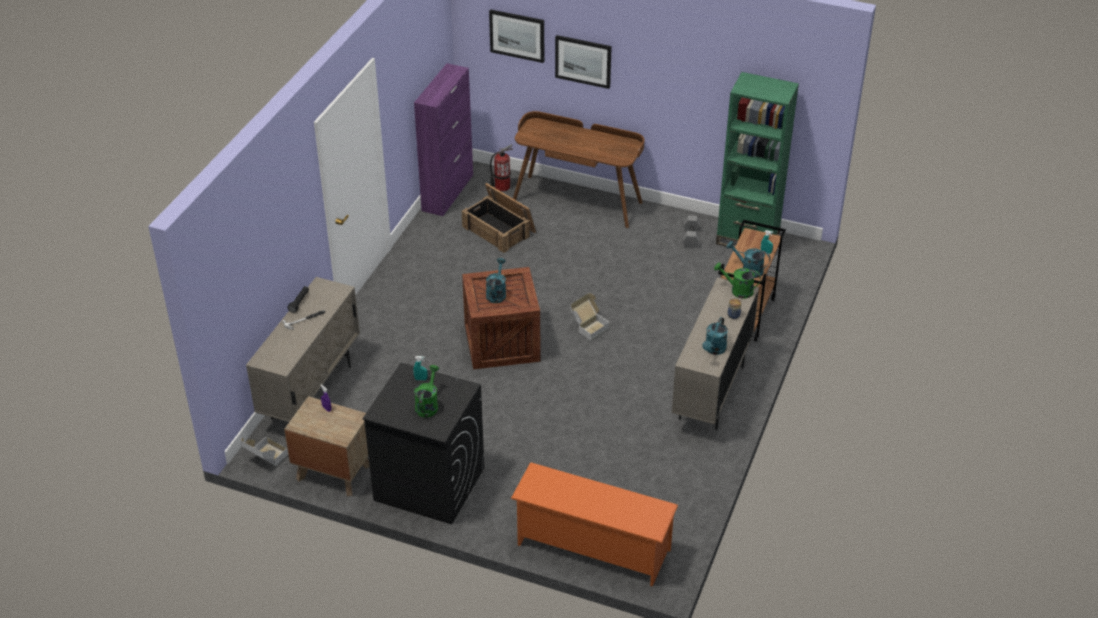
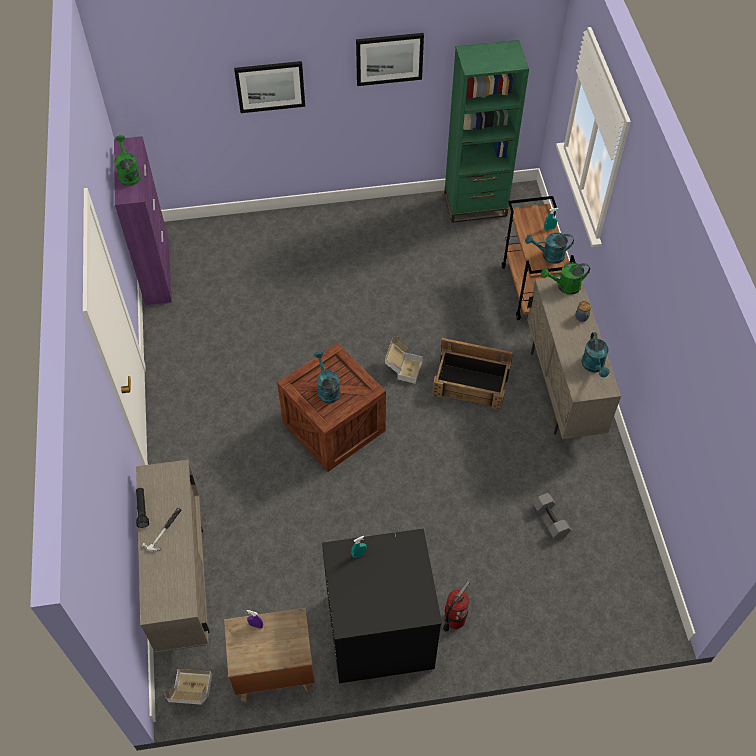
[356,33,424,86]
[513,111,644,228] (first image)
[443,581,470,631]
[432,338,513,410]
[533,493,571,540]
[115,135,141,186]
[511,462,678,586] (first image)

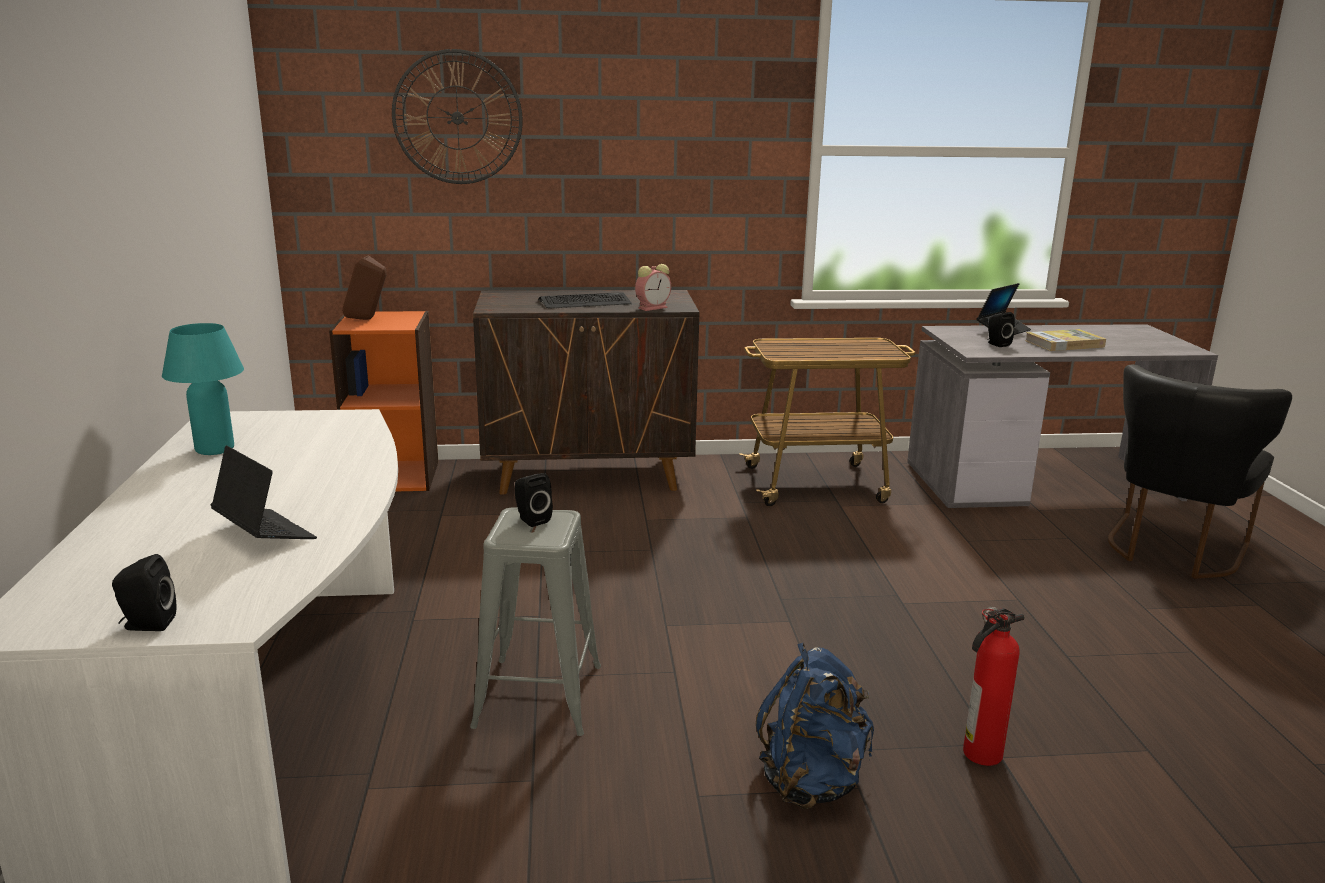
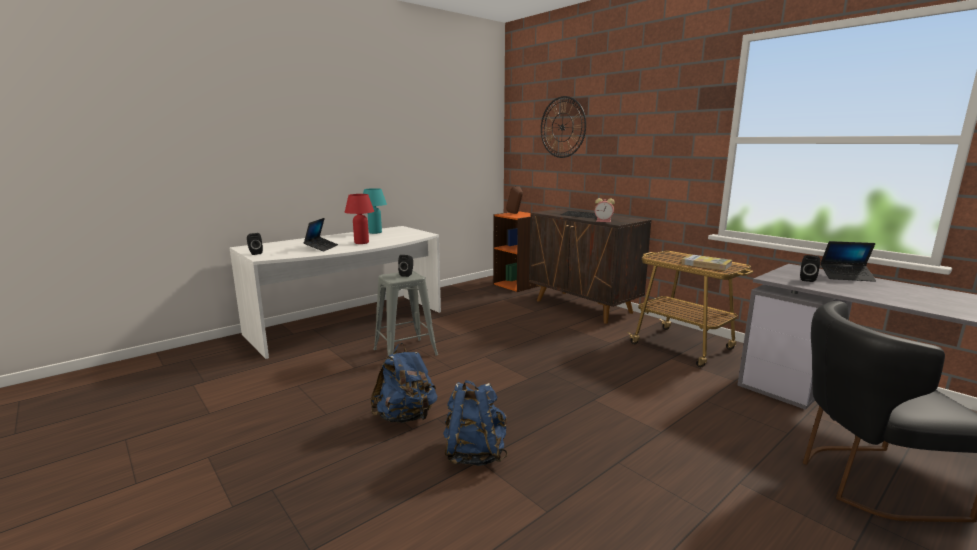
[681,254,732,271]
[443,380,507,466]
[345,194,374,244]

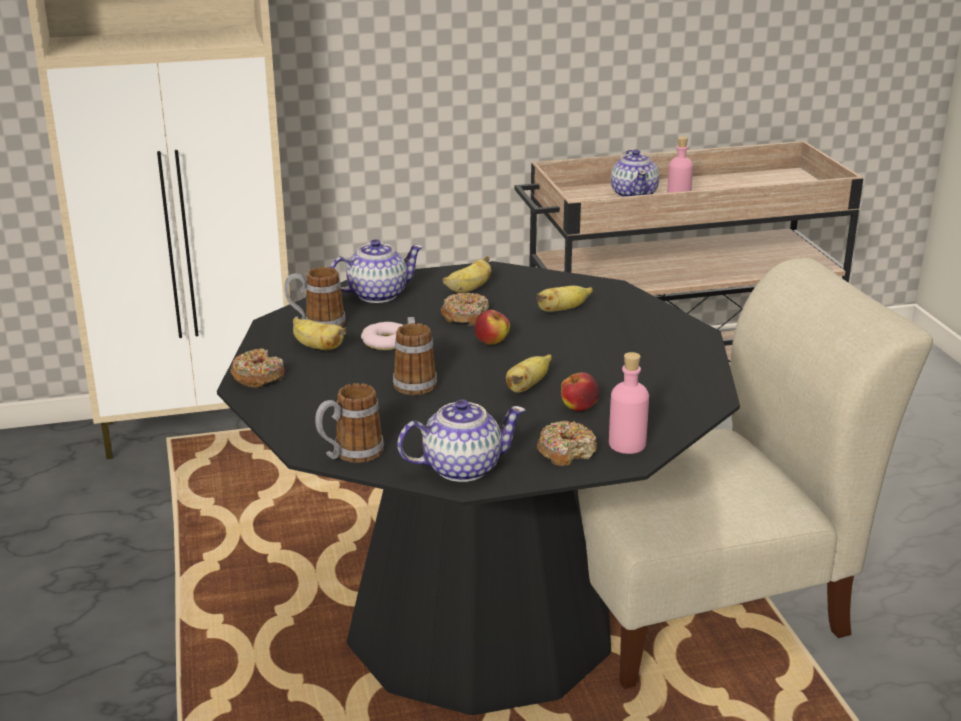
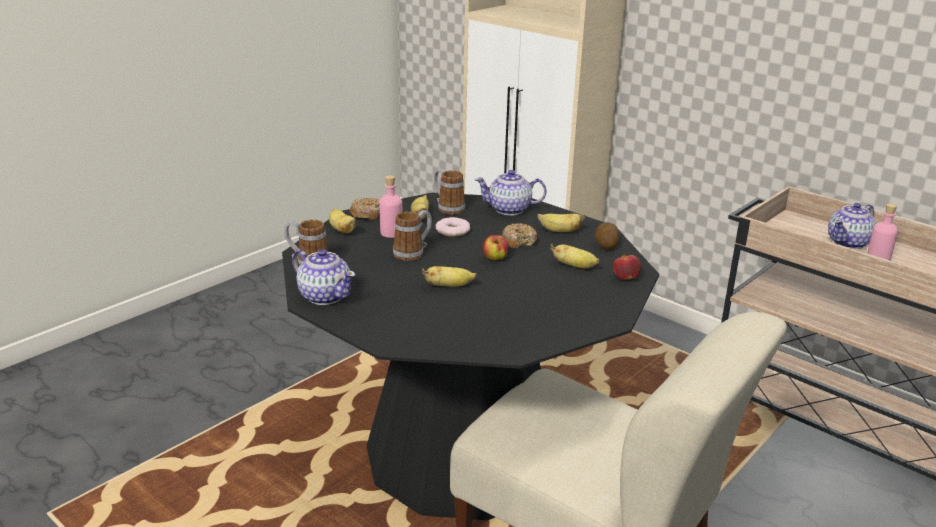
[475,170,547,215]
[379,175,403,238]
[613,253,641,280]
[537,421,597,466] (first image)
[329,208,357,233]
[595,222,619,249]

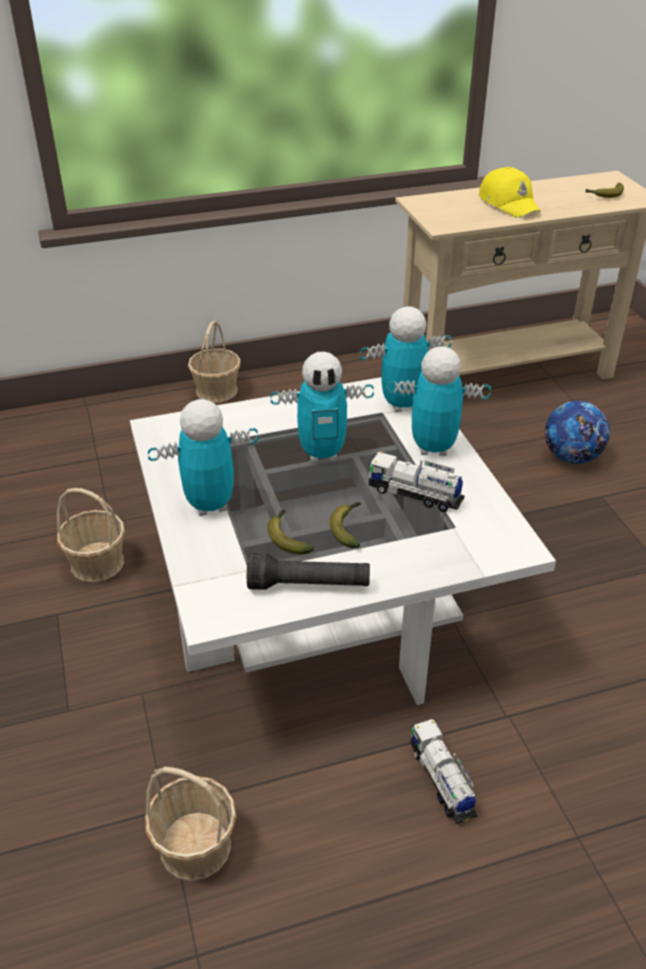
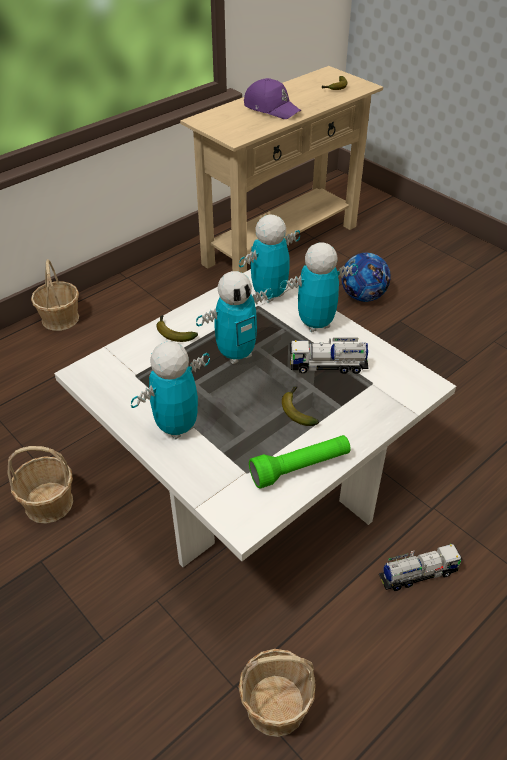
[244,78,301,119]
[156,315,198,342]
[249,435,351,489]
[379,544,463,591]

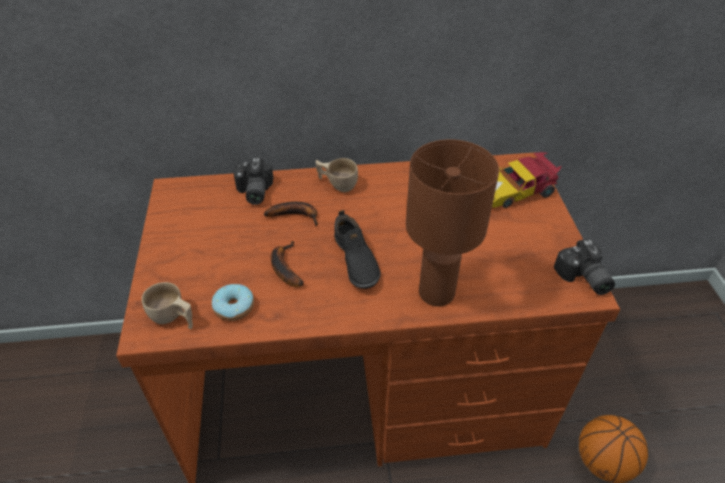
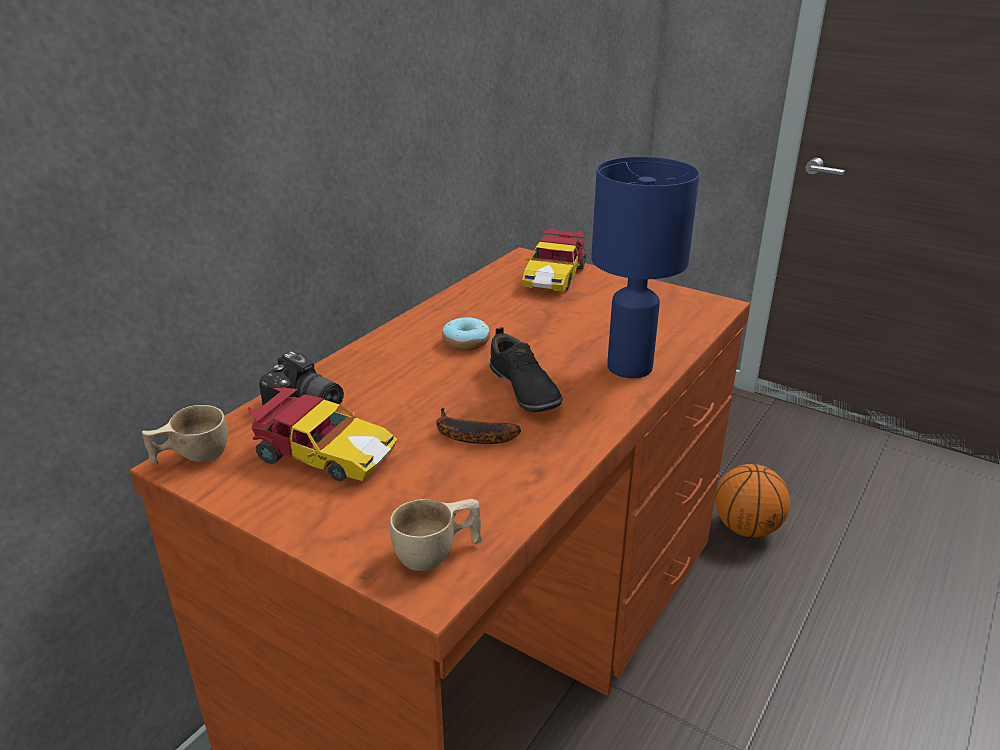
[591,157,700,378]
[142,405,228,464]
[264,202,318,226] (first image)
[490,327,563,412]
[554,239,615,295] (first image)
[442,317,490,351]
[248,388,397,482]

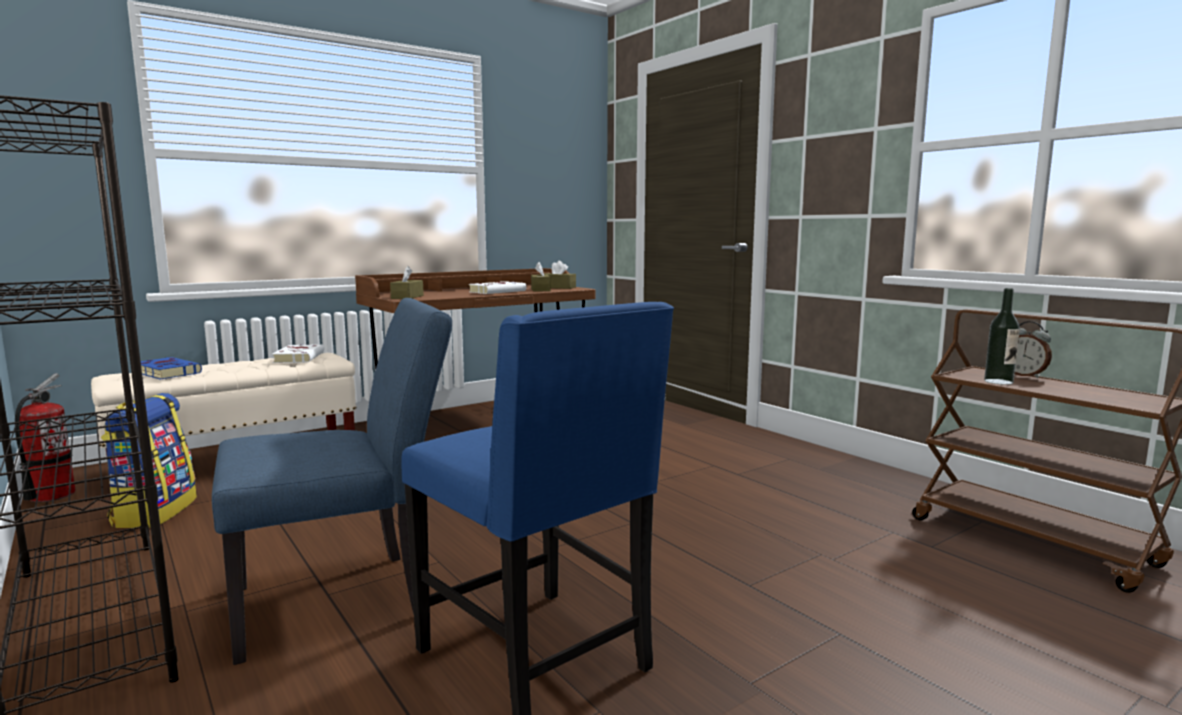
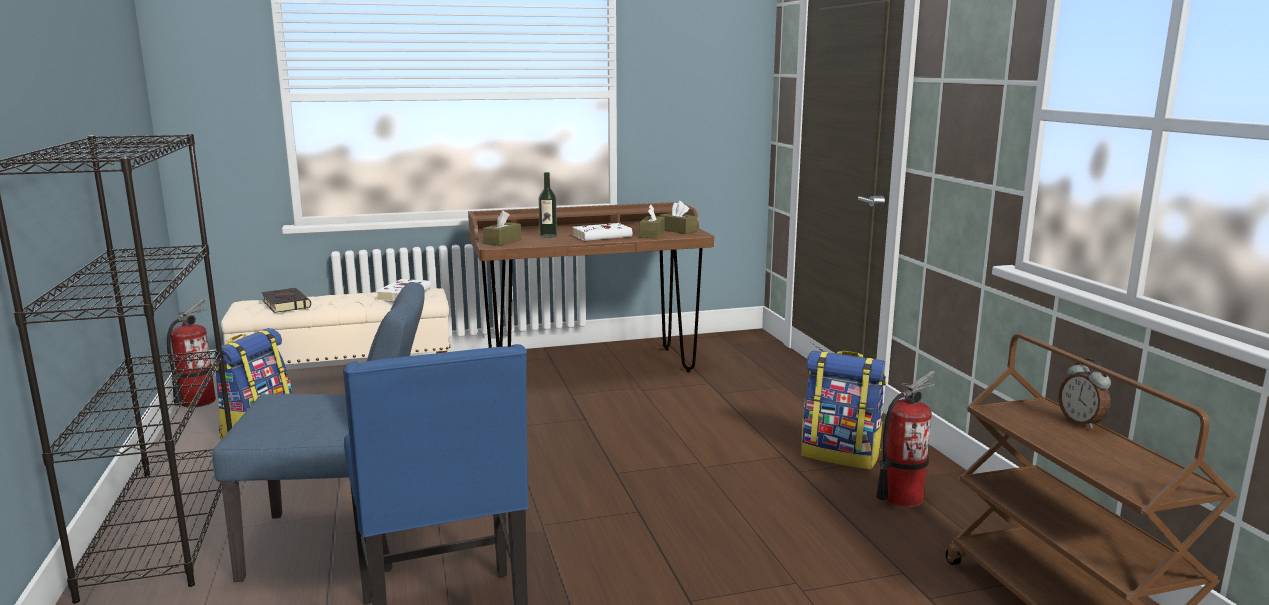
[539,172,557,238]
[262,288,311,313]
[801,350,886,469]
[876,371,936,507]

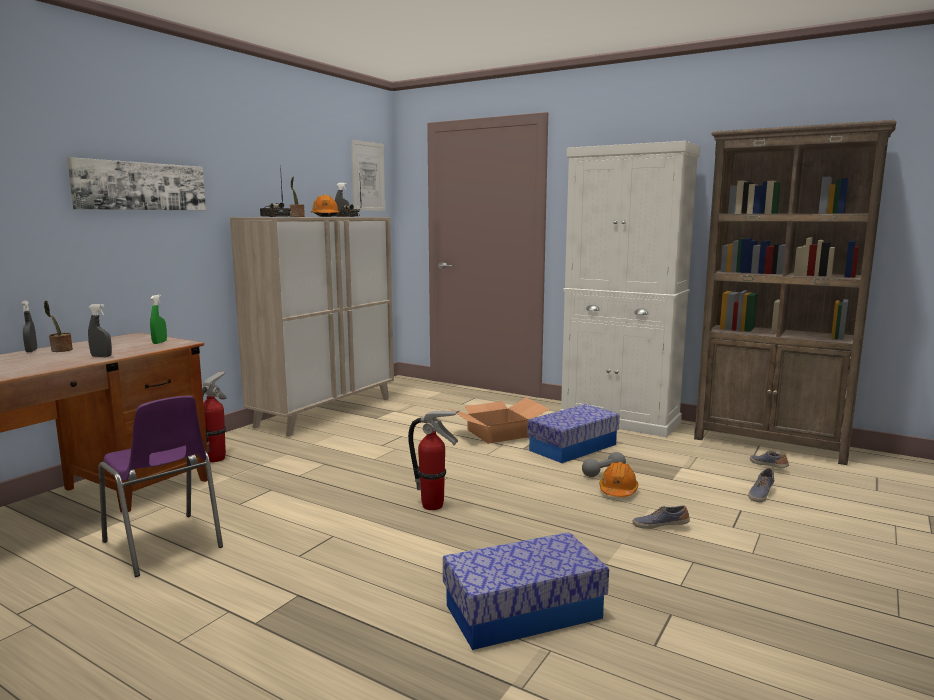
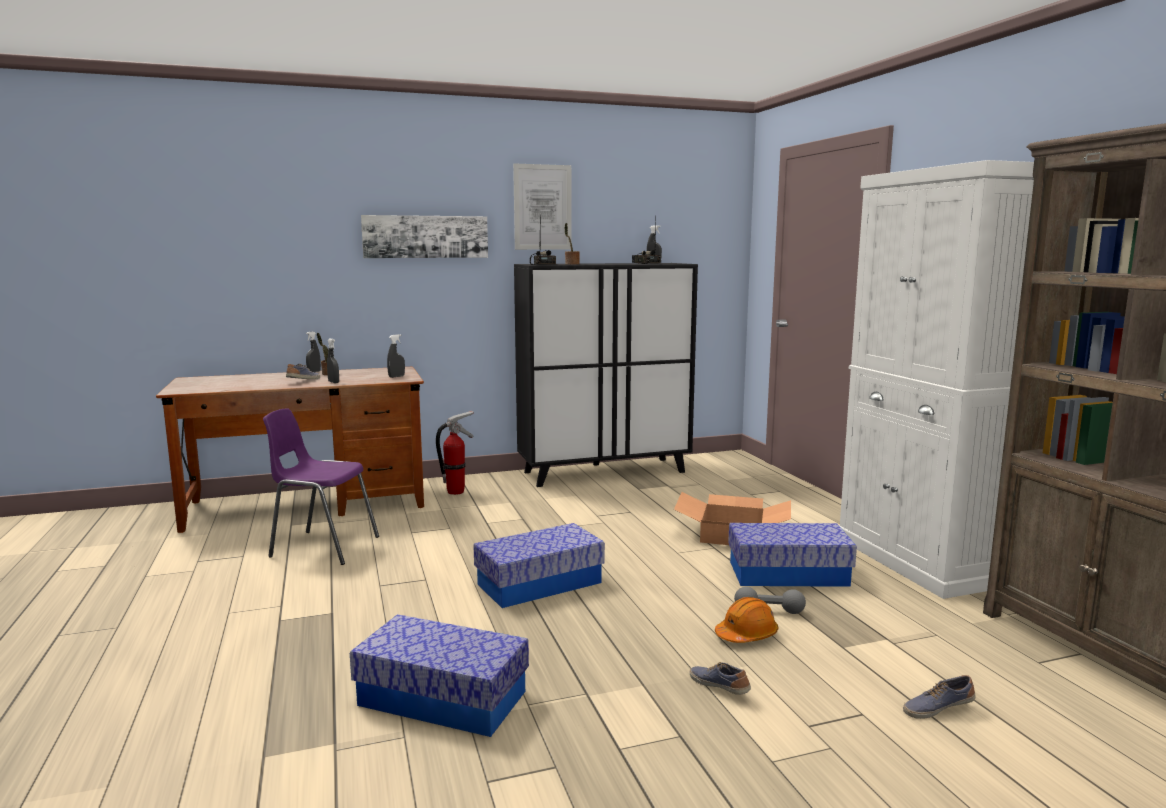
[513,163,572,250]
[311,194,340,217] (first image)
[514,263,698,487]
[387,334,405,378]
[263,408,379,565]
[473,523,605,608]
[286,364,320,379]

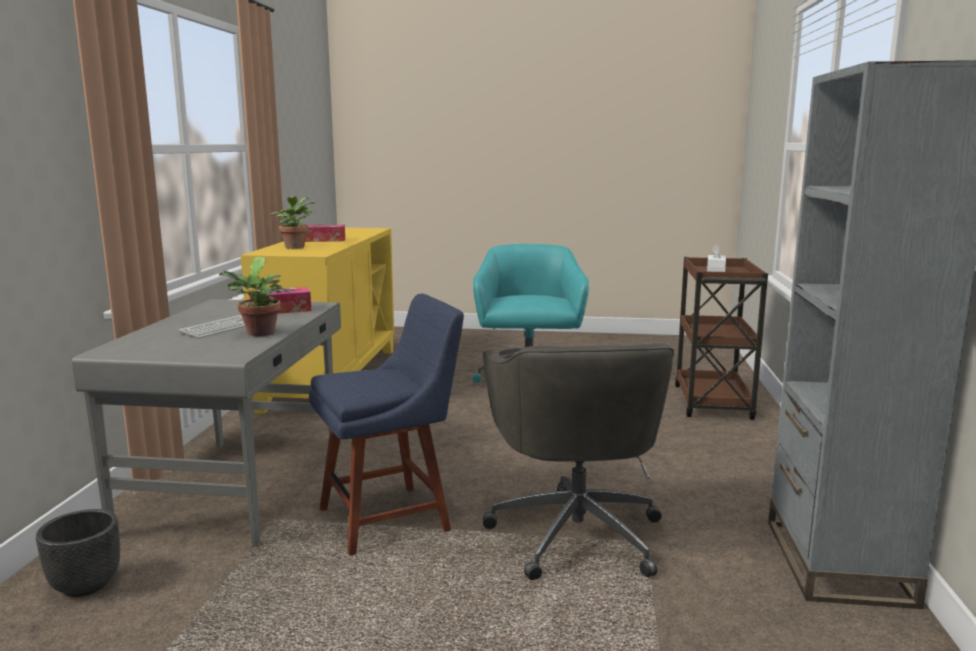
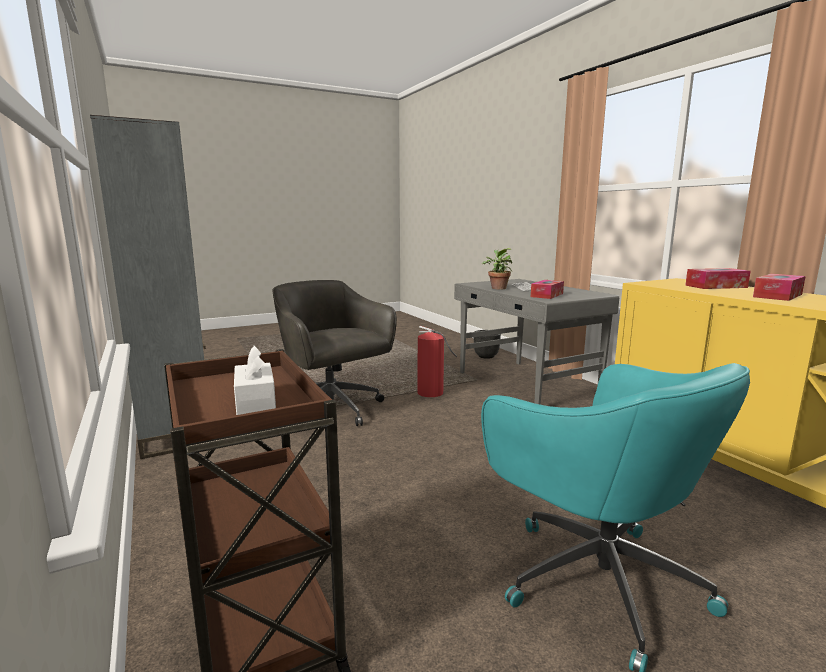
[685,268,751,289]
[418,326,457,397]

